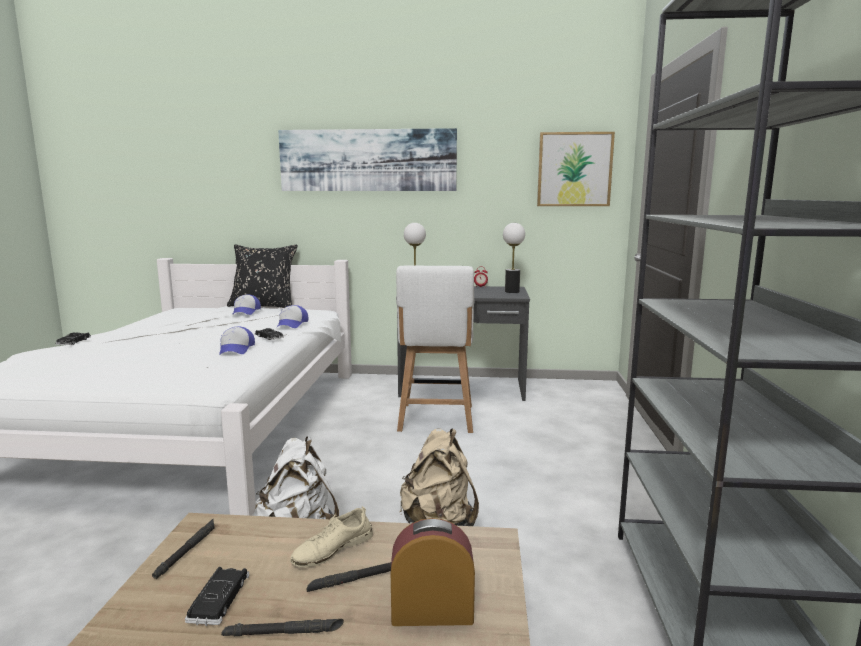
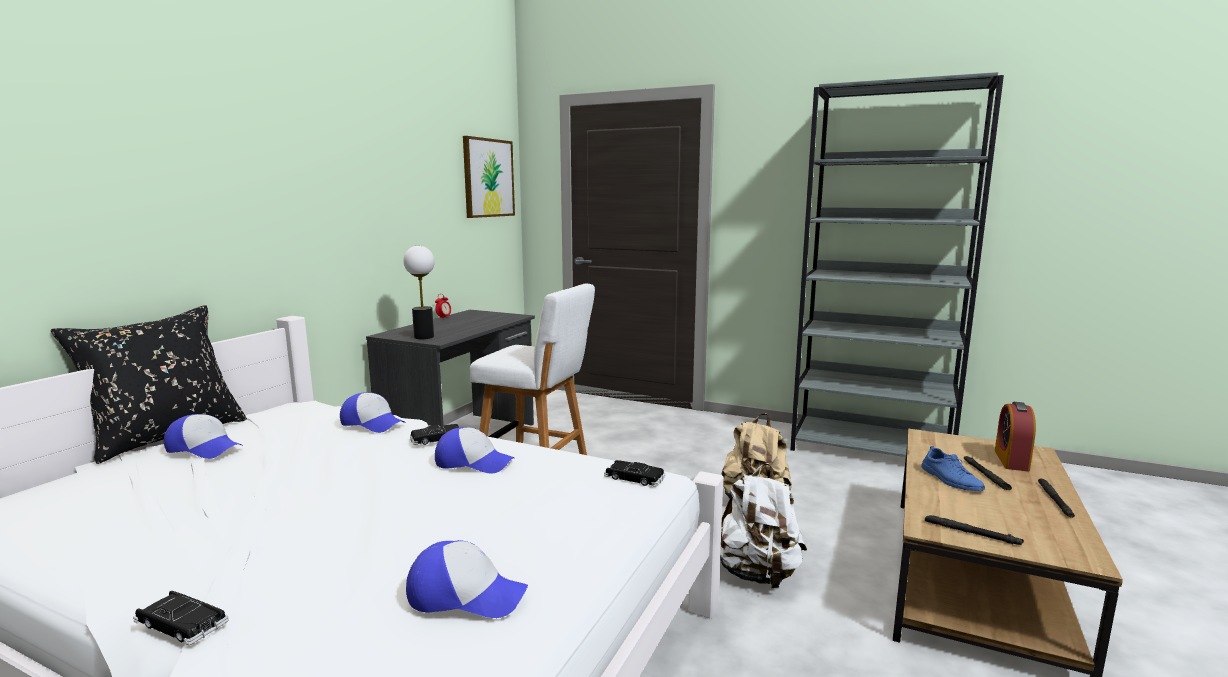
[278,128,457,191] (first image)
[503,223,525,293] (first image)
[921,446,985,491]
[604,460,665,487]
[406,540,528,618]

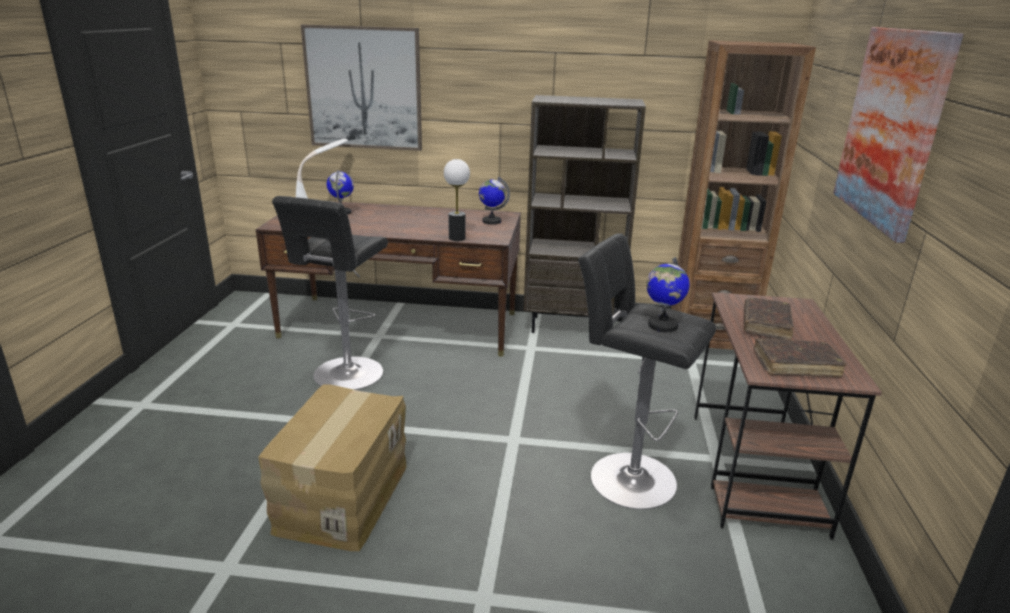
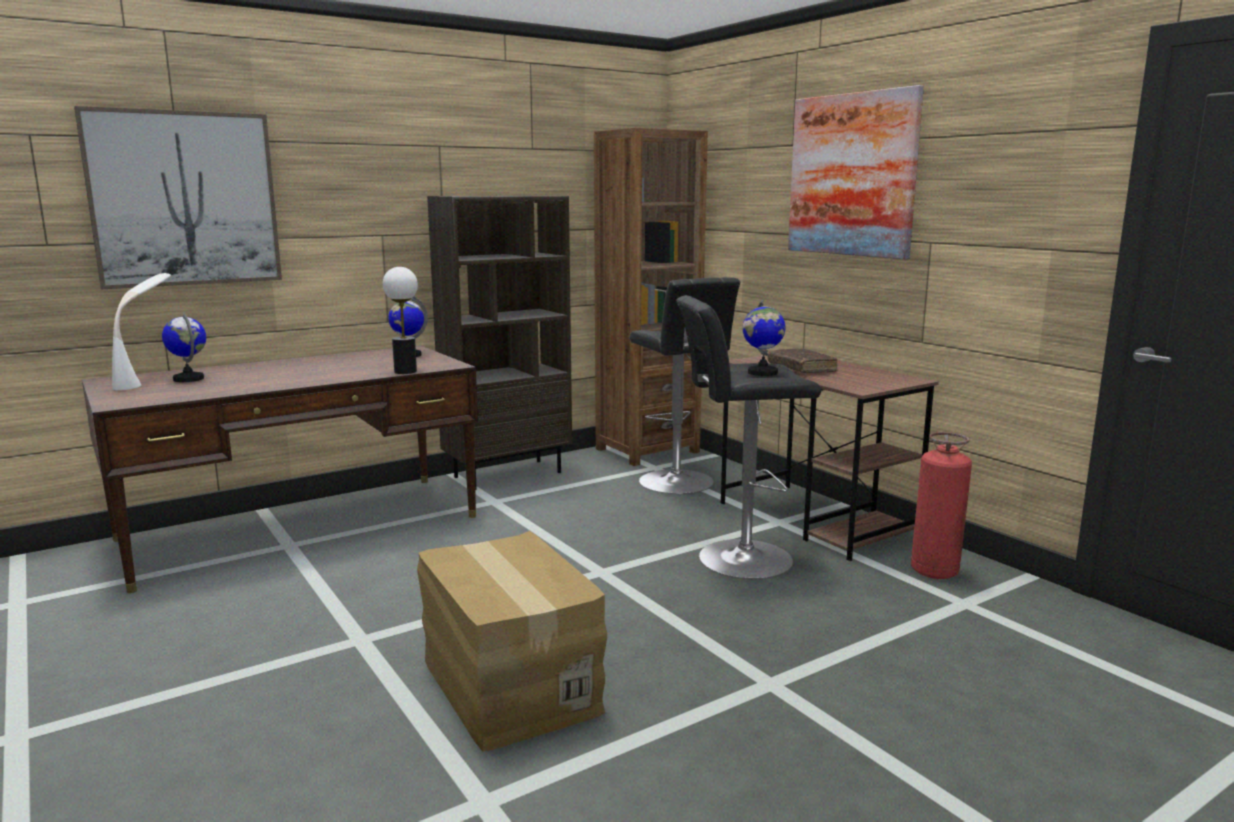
[630,277,740,494]
[754,338,846,378] (first image)
[911,432,972,579]

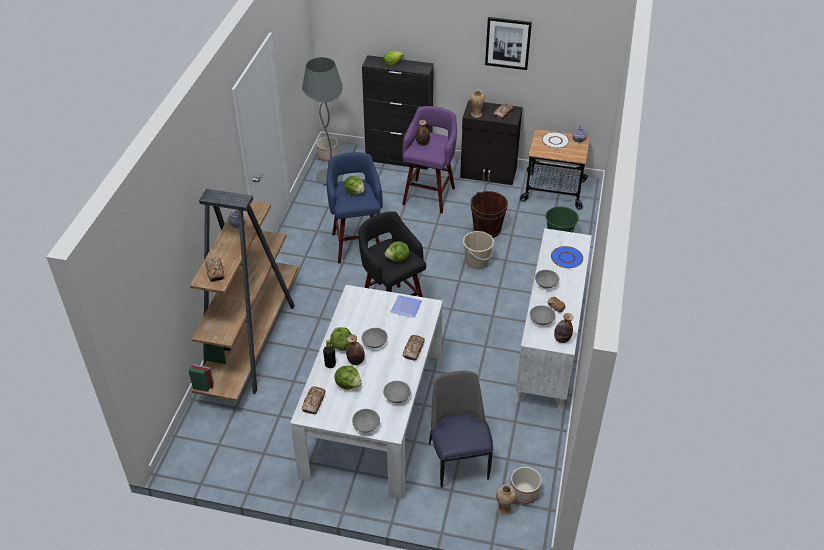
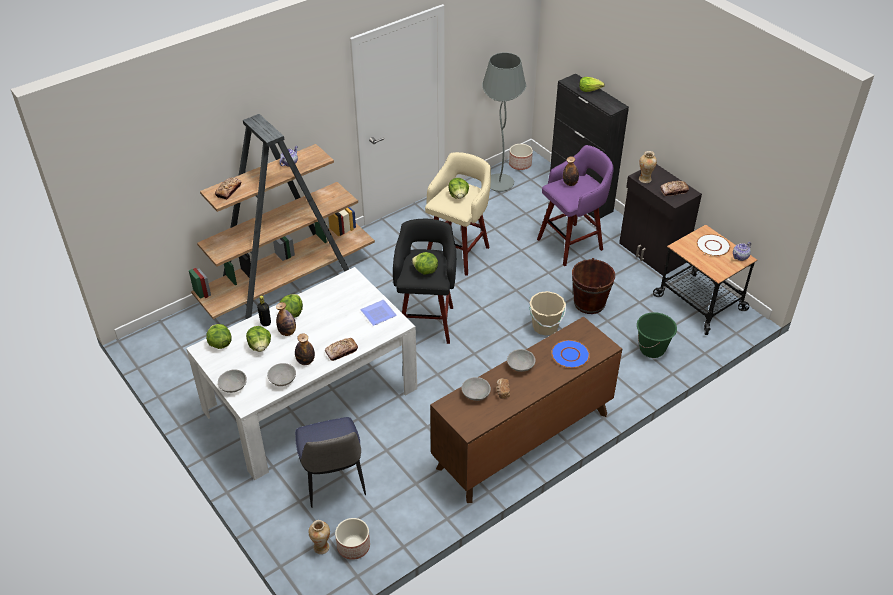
[485,17,532,70] (first image)
[425,152,491,276]
[430,316,622,503]
[295,333,315,365]
[361,328,387,348] (first image)
[295,417,366,508]
[206,324,232,349]

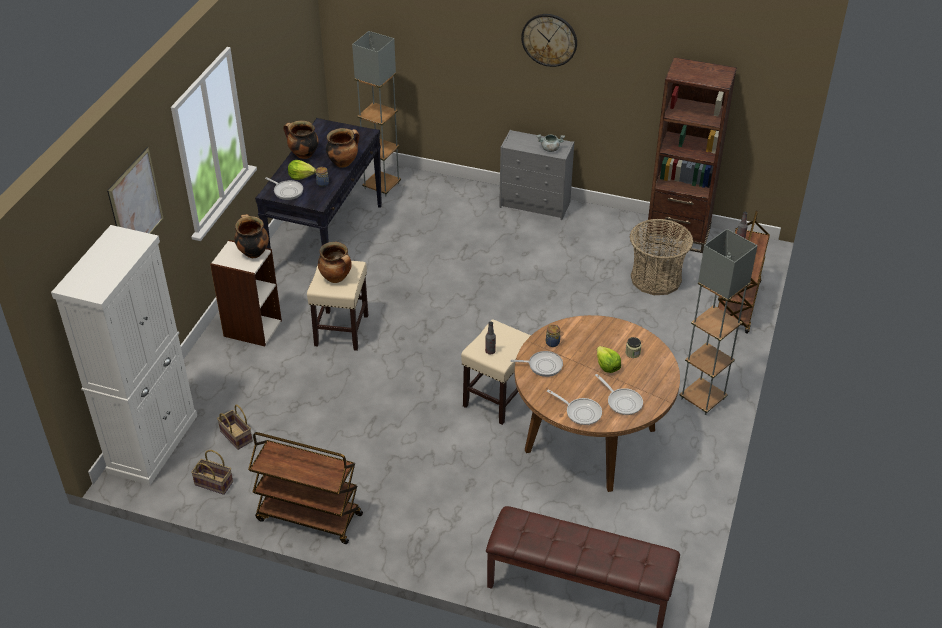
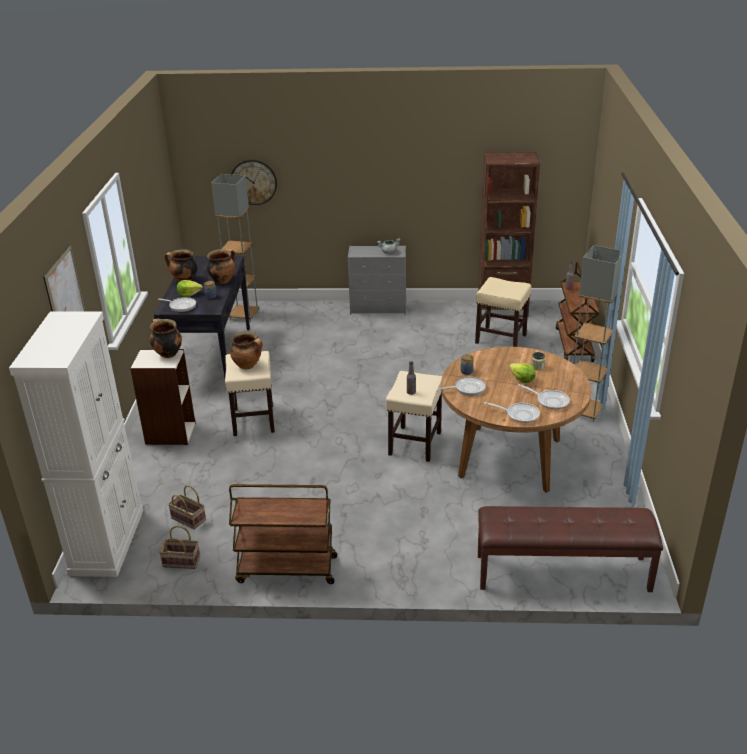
[231,159,277,205]
[475,277,532,347]

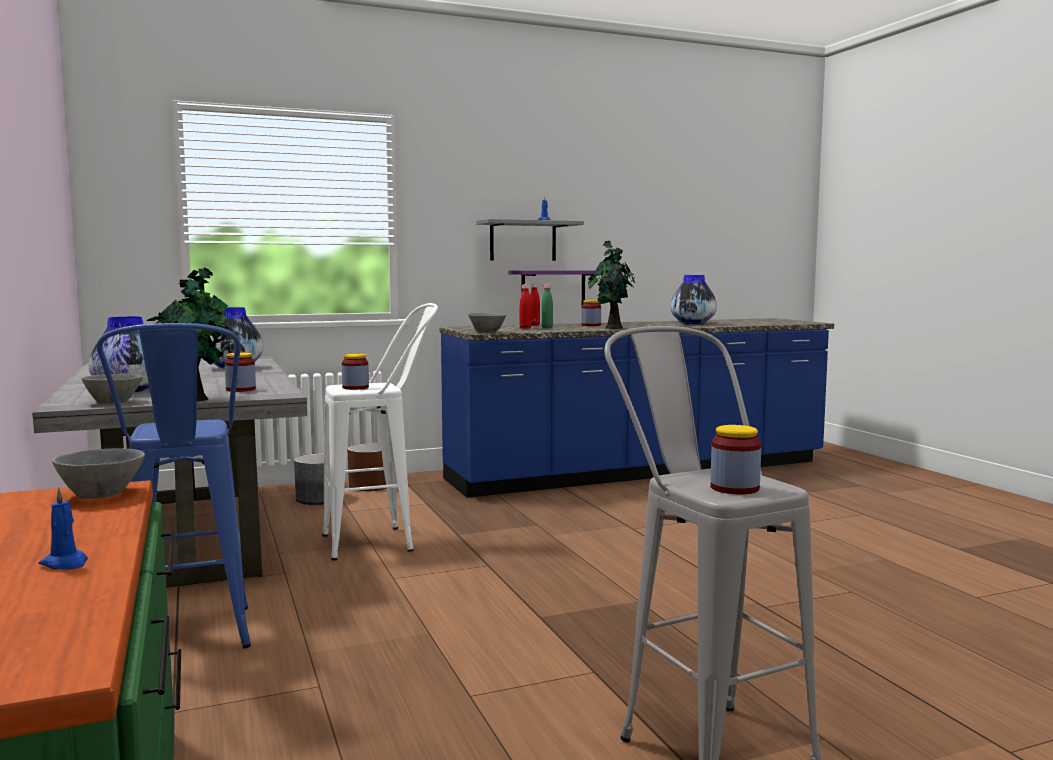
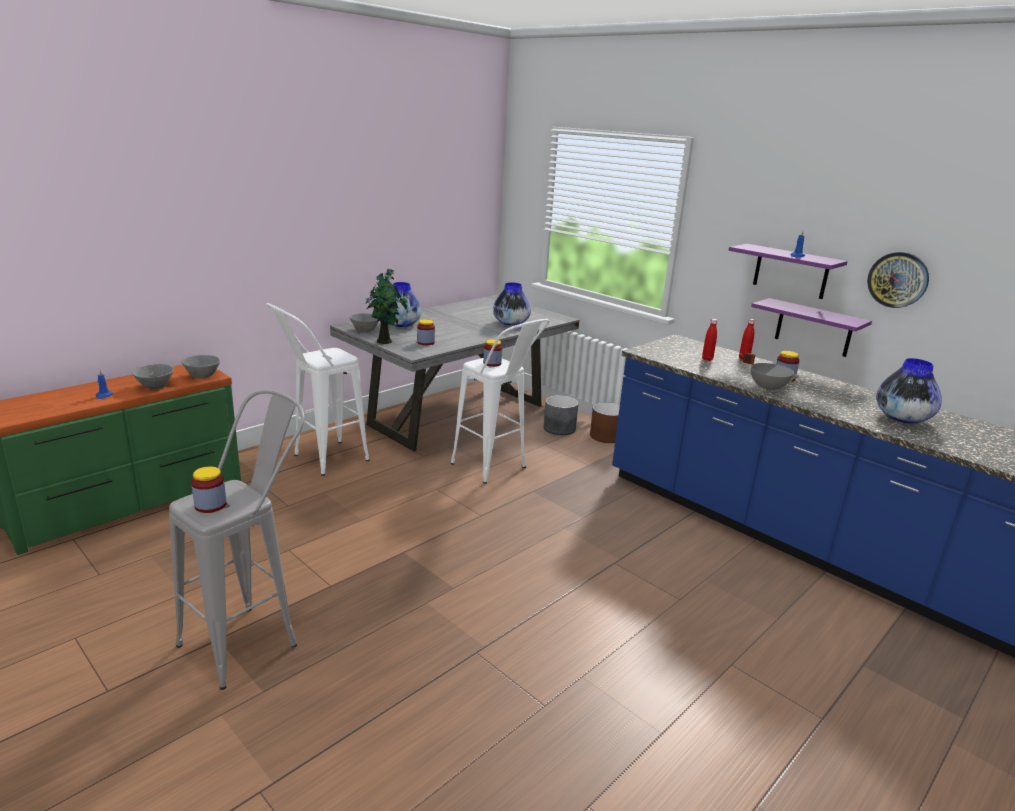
[729,244,848,299]
[743,352,799,392]
[541,284,553,328] (first image)
[132,364,174,390]
[266,303,370,476]
[867,252,929,308]

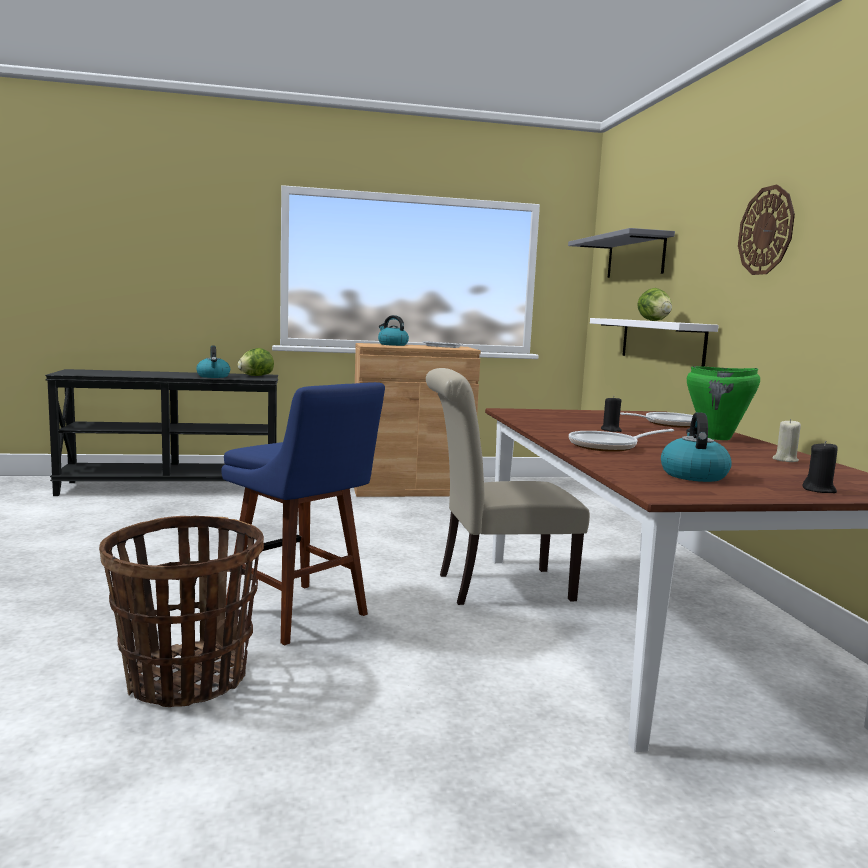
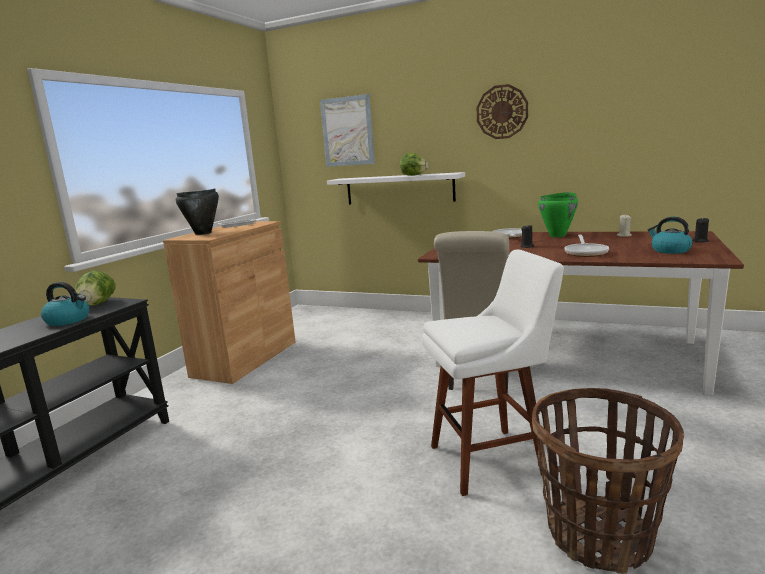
[320,94,375,167]
[176,188,219,235]
[422,249,564,496]

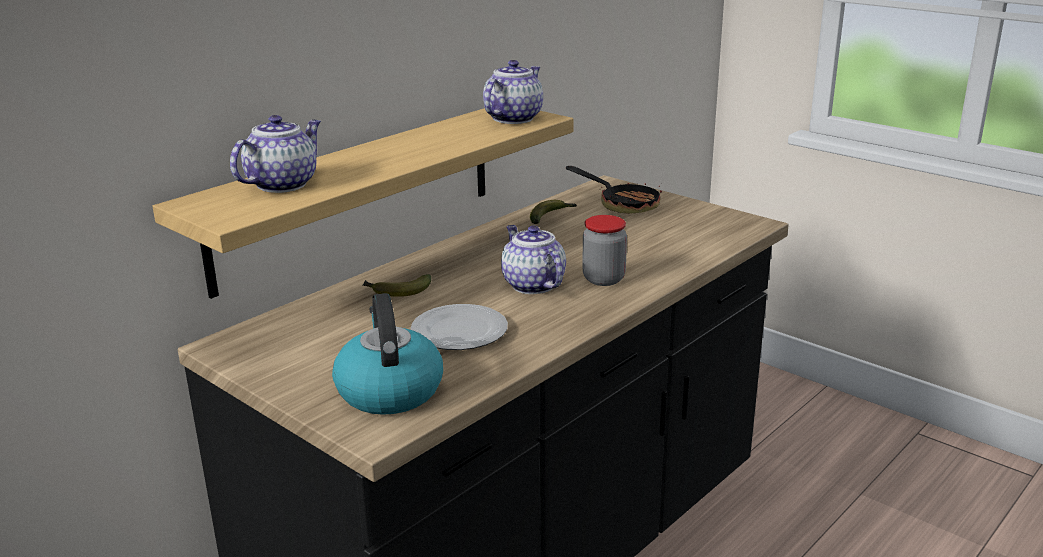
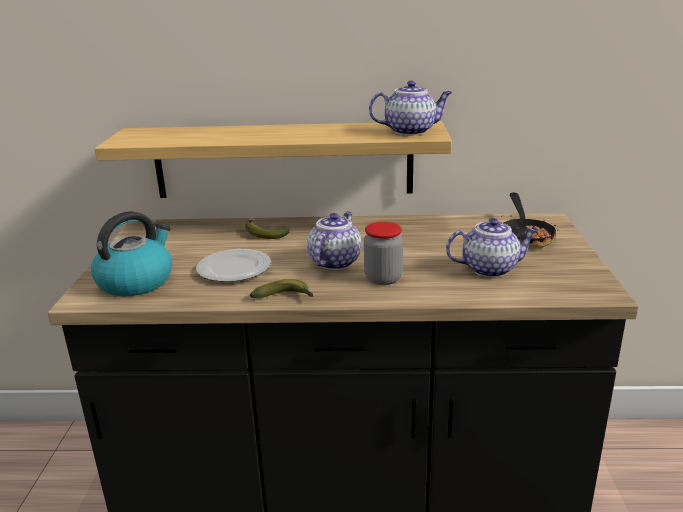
[446,218,538,277]
[250,279,314,298]

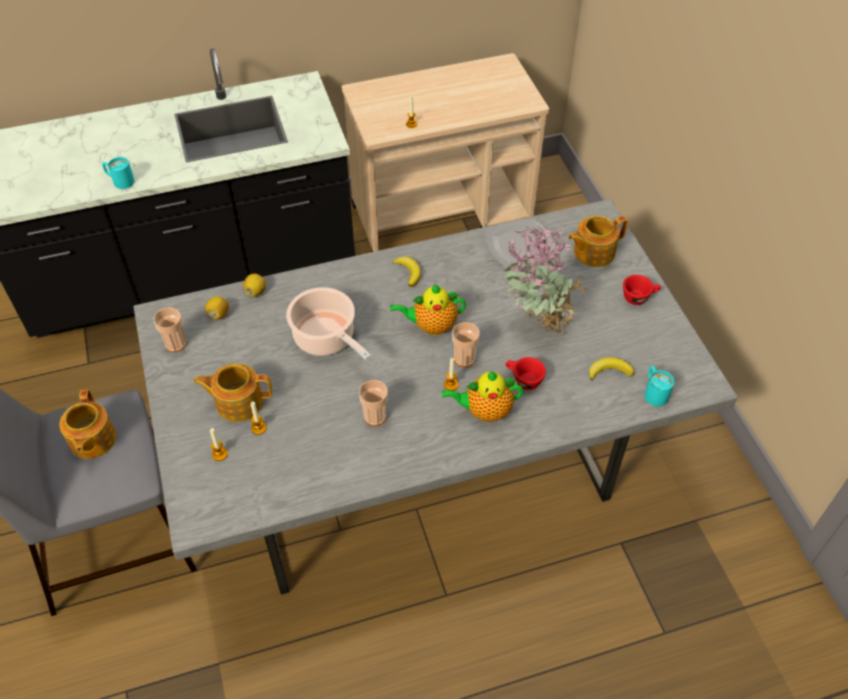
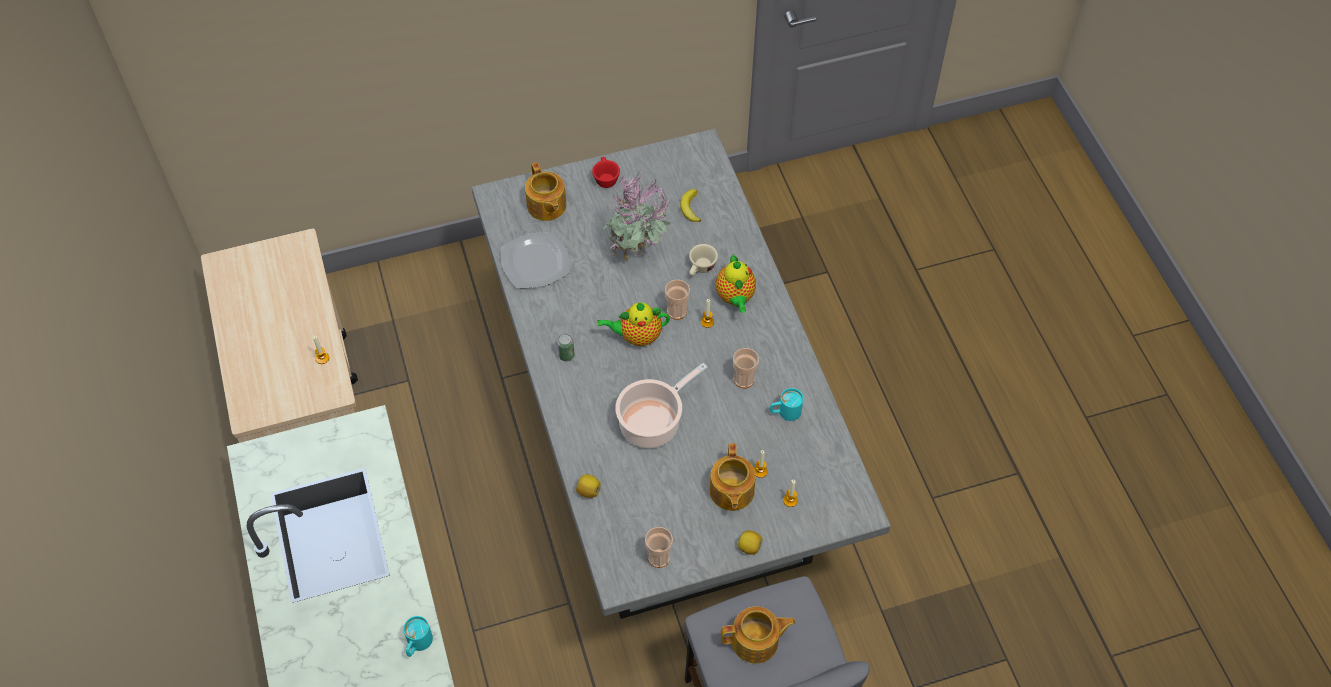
[557,333,575,361]
[597,302,670,346]
[738,530,762,555]
[689,244,718,276]
[770,388,803,421]

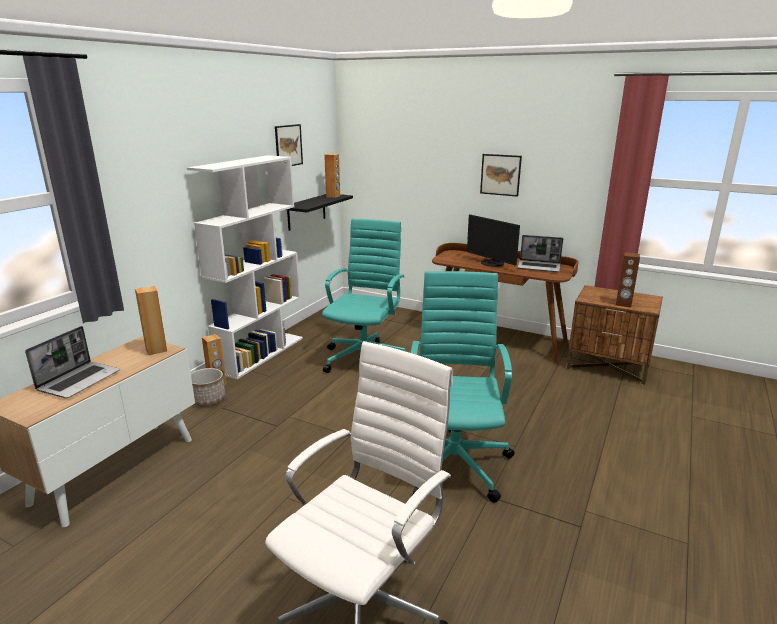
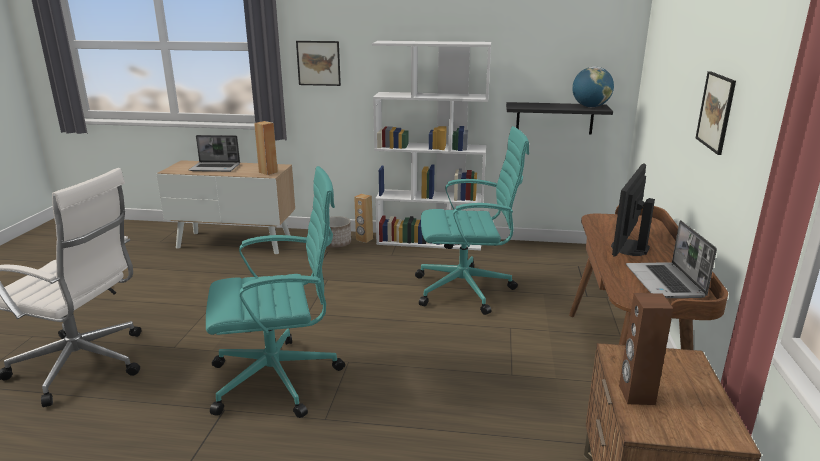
[296,41,341,86]
[572,67,614,107]

